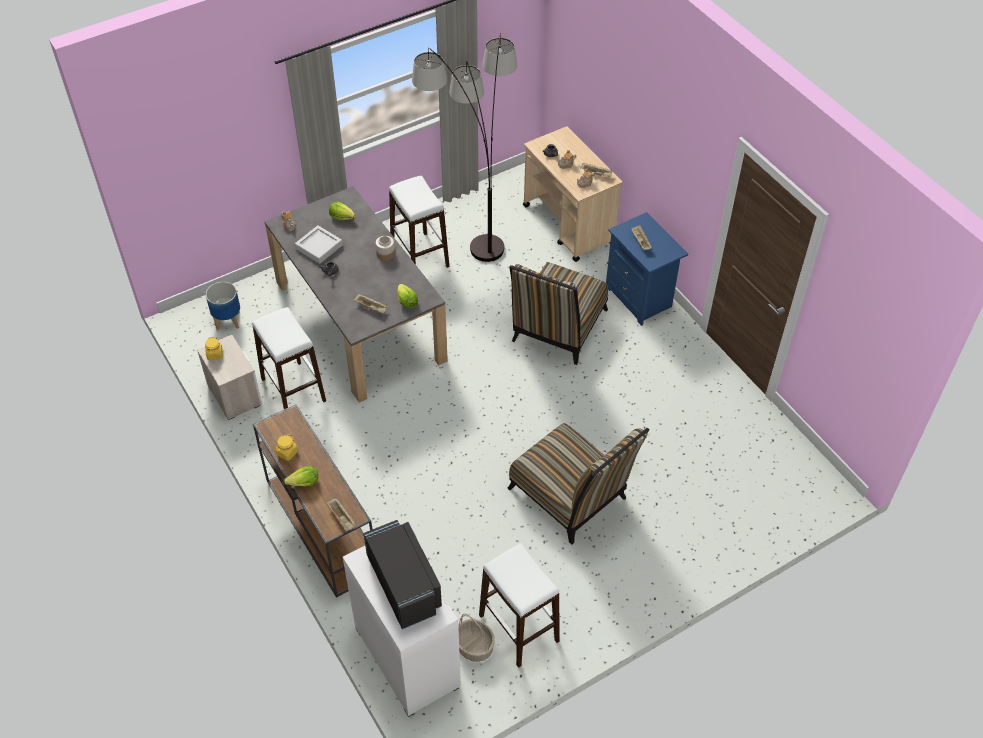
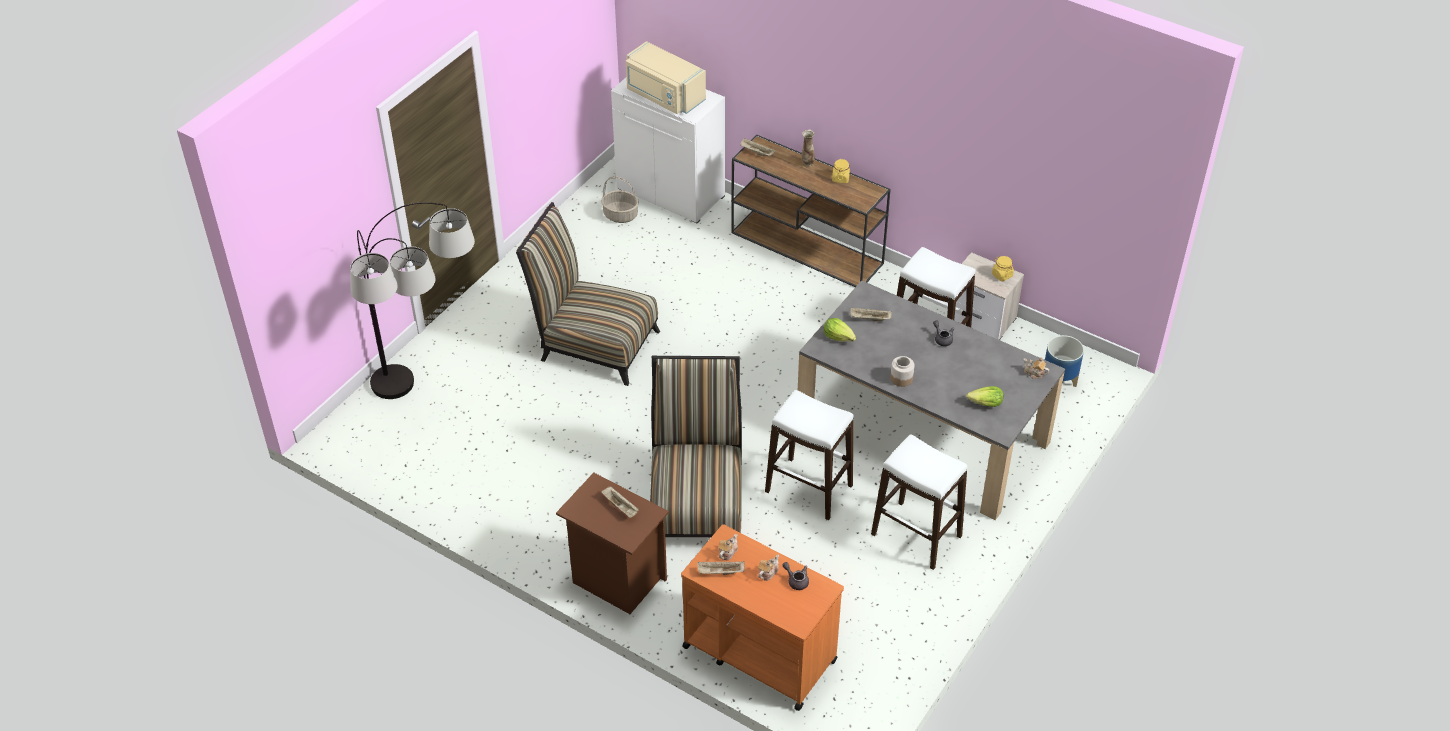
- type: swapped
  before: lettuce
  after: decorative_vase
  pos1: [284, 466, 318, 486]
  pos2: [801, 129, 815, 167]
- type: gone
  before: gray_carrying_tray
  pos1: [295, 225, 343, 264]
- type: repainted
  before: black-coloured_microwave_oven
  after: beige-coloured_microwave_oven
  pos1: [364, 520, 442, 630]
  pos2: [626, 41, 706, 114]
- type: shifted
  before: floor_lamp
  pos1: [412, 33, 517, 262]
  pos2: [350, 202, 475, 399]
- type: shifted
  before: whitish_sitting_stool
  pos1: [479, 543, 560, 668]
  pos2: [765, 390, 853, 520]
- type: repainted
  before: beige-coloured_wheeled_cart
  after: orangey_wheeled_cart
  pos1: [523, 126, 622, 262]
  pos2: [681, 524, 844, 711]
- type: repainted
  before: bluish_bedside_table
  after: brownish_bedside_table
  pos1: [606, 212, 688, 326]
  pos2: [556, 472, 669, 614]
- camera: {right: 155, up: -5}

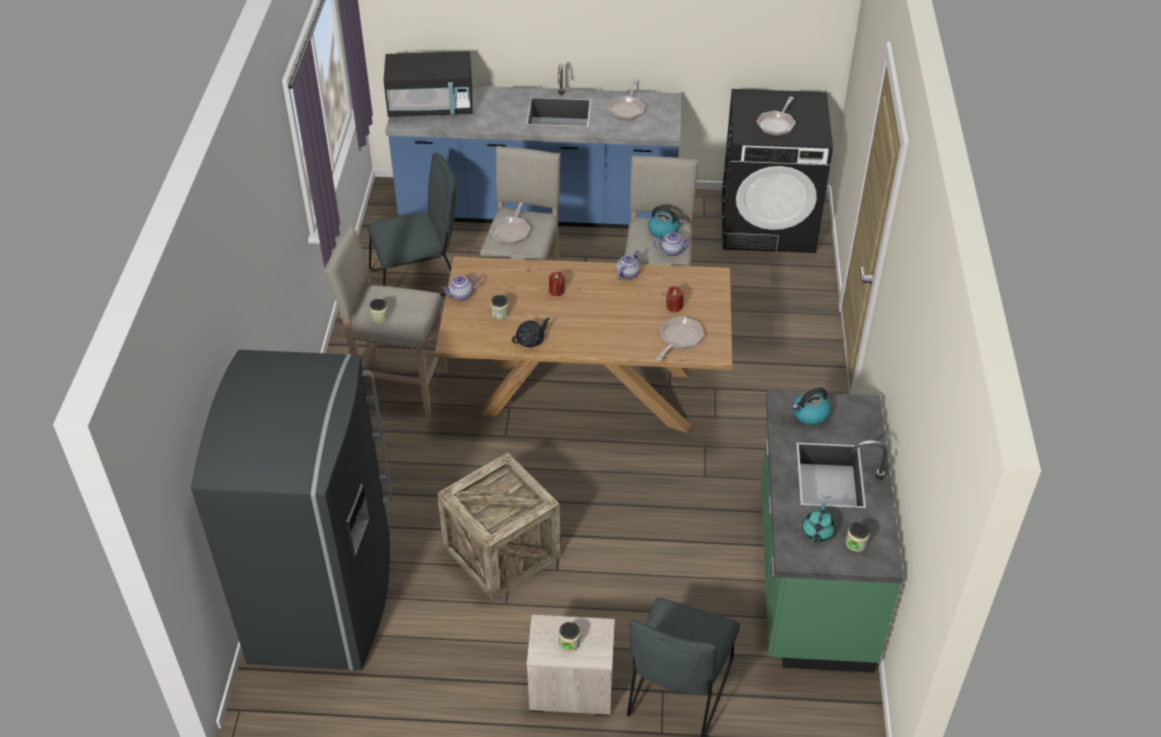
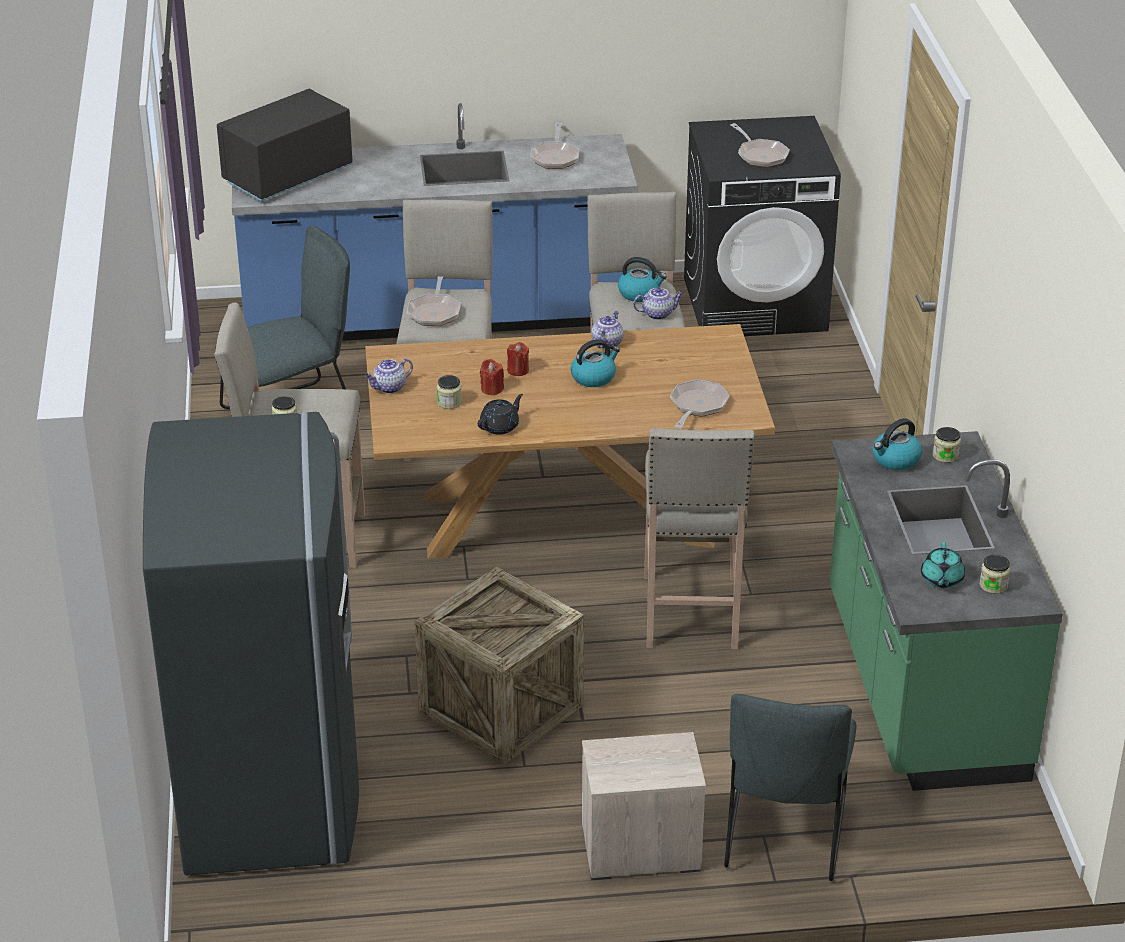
- type: rotated
  before: black-coloured_microwave_oven
  pos1: [383, 51, 473, 117]
  pos2: [217, 89, 353, 203]
  turn: 150
- type: shifted
  before: storage_jar
  pos1: [559, 622, 580, 651]
  pos2: [933, 427, 961, 463]
- type: shifted
  before: red_wax_candle
  pos1: [666, 286, 684, 313]
  pos2: [480, 359, 504, 395]
- type: rotated
  before: pan
  pos1: [757, 97, 796, 136]
  pos2: [731, 123, 790, 167]
  turn: -45
- type: new
  after: water_kettle
  pos2: [571, 339, 620, 387]
- type: new
  after: beige-coloured_sitting_stool
  pos2: [644, 428, 754, 649]
- camera: {right: -10, up: -10}

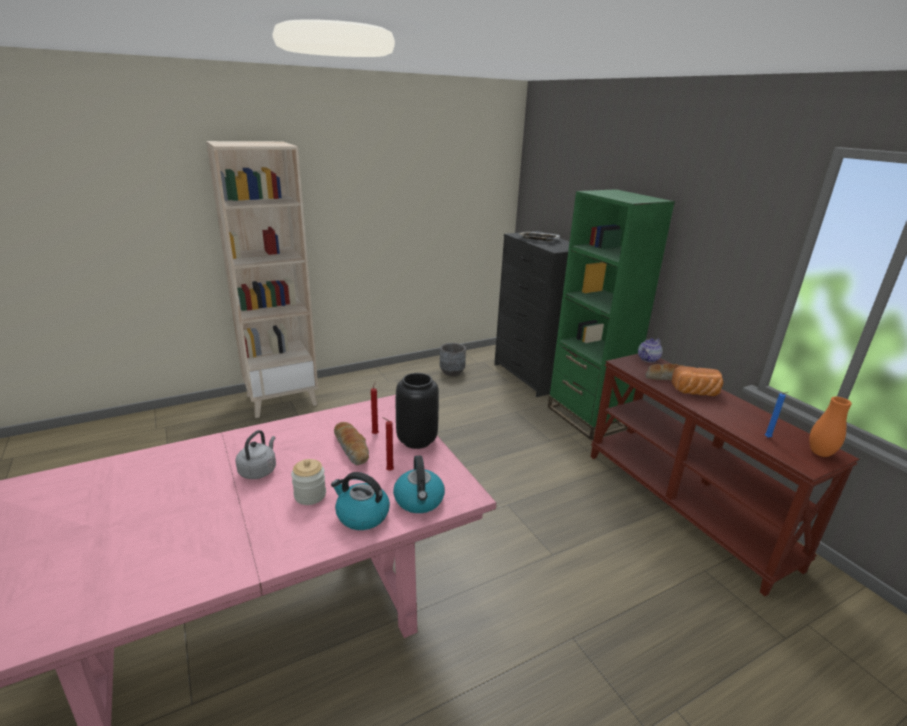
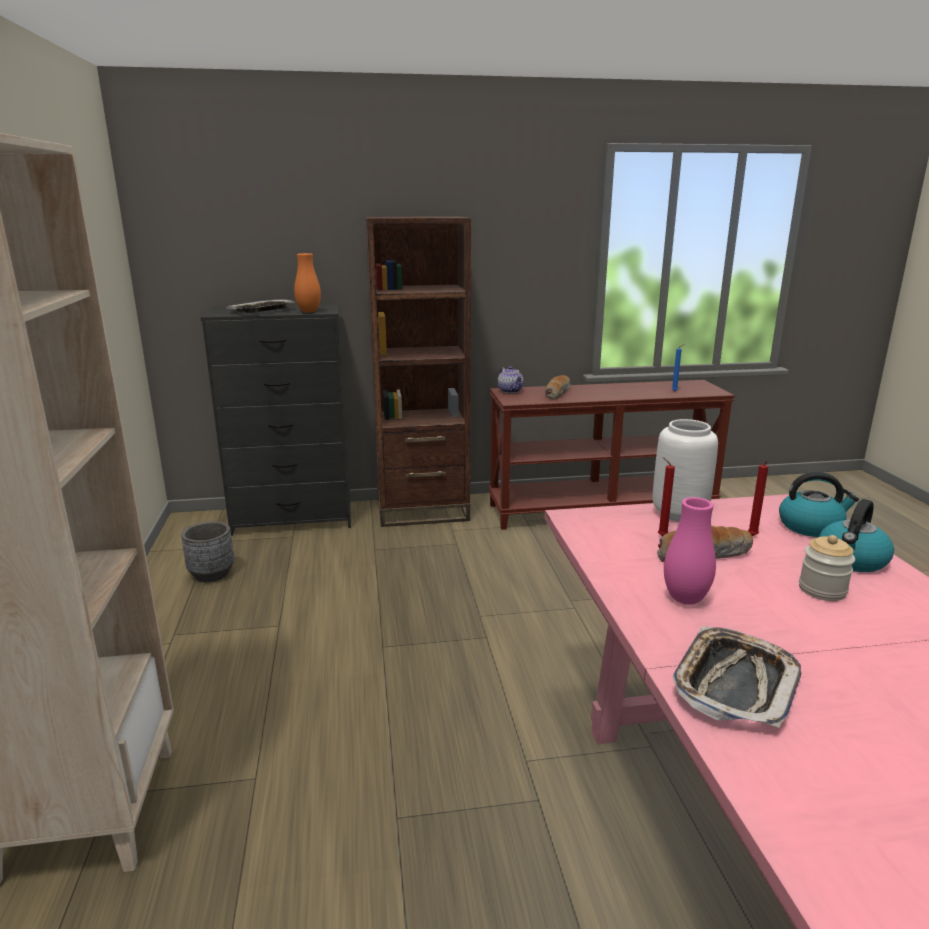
- type: gone
  before: gray_water_kettle
  pos1: [236, 430, 276, 479]
- type: repainted
  before: black-coloured_decorative_vase
  after: whitish_decorative_vase
  pos1: [396, 373, 439, 449]
  pos2: [652, 419, 718, 522]
- type: repainted
  before: greenish_bookshelf
  after: brownish_bookshelf
  pos1: [548, 189, 675, 440]
  pos2: [365, 216, 471, 527]
- type: gone
  before: bakery_bread
  pos1: [672, 366, 723, 396]
- type: shifted
  before: orangey_decorative_vase
  pos1: [809, 397, 852, 457]
  pos2: [294, 253, 321, 313]
- type: new
  after: pinkish_decorative_vase
  pos2: [664, 497, 716, 605]
- type: new
  after: carrying_tray
  pos2: [673, 626, 801, 728]
- camera: {right: -70, up: -5}

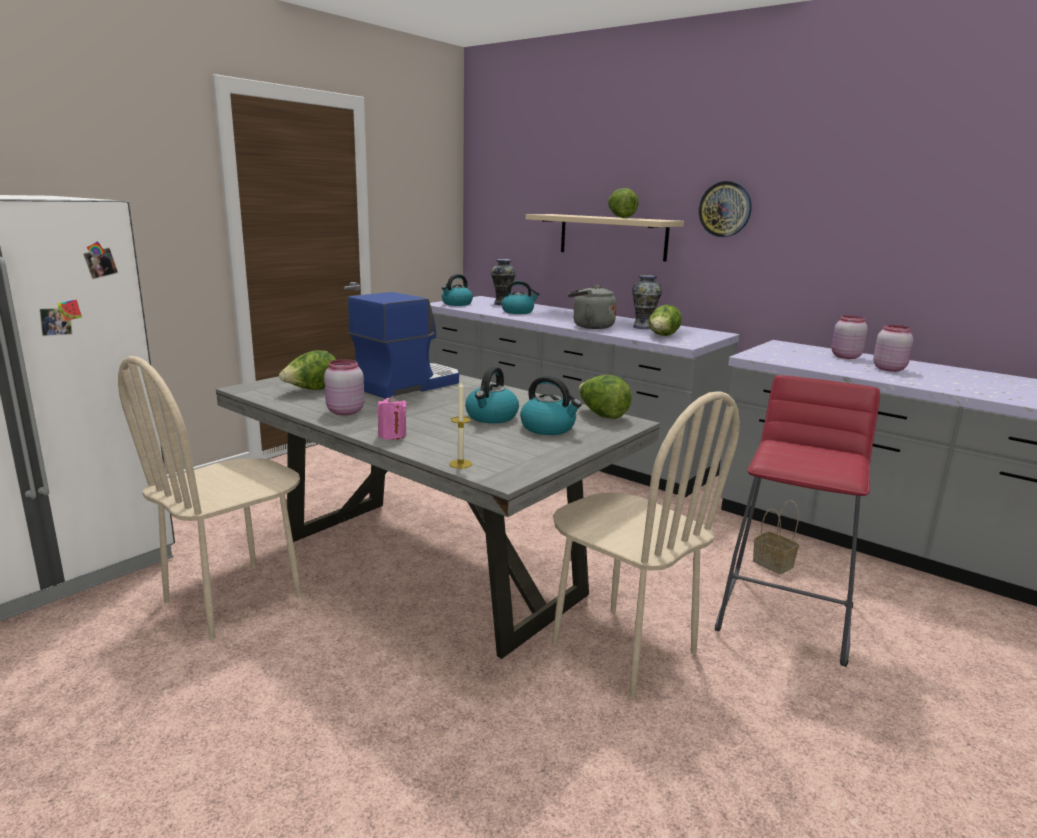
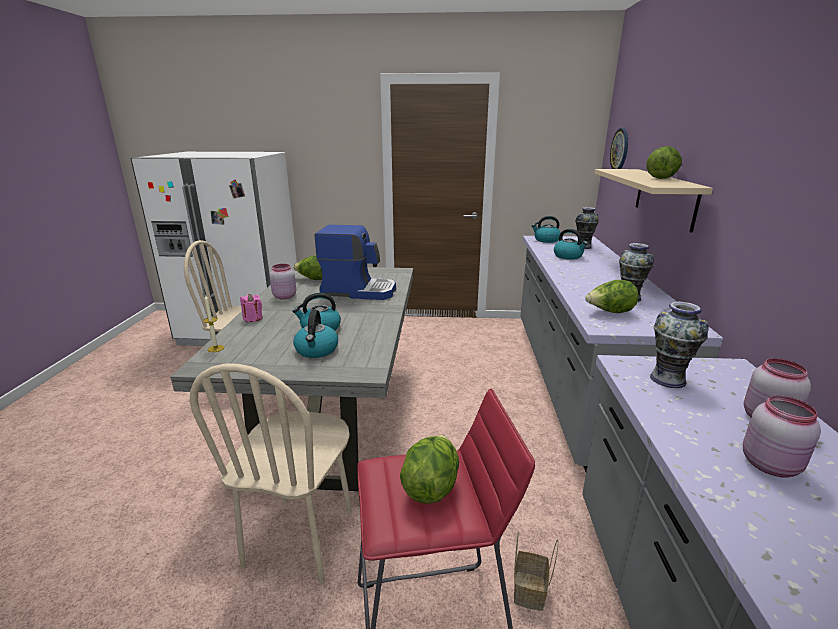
- type: gone
  before: gray_water_kettle
  pos1: [568, 285, 617, 329]
- type: shifted
  before: lettuce
  pos1: [578, 375, 632, 419]
  pos2: [400, 435, 459, 504]
- type: shifted
  before: wall_clock
  pos1: [699, 181, 752, 237]
  pos2: [610, 128, 628, 169]
- type: new
  after: decorative_vase
  pos2: [650, 302, 709, 388]
- camera: {right: 55, up: 5}

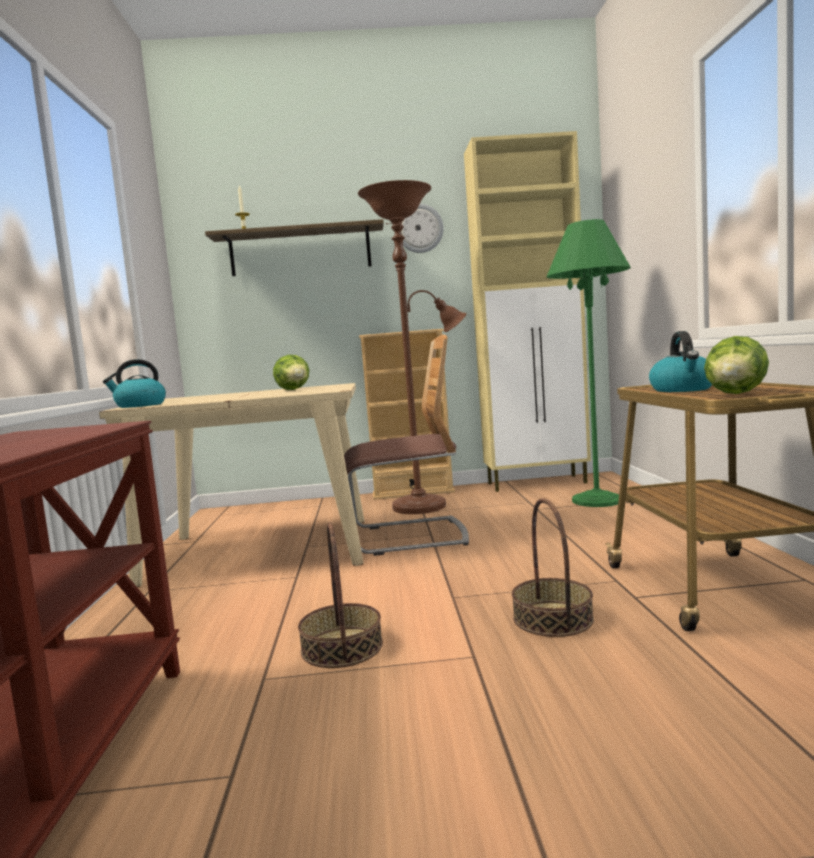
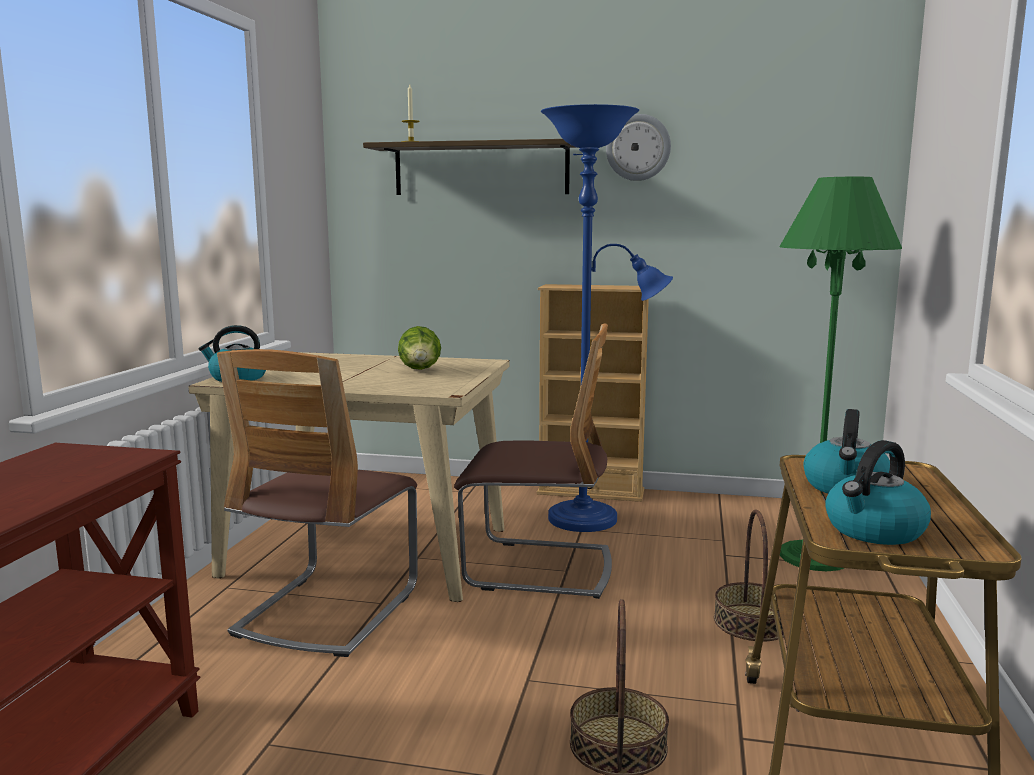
- type: shifted
  before: storage_basket
  pos1: [298, 522, 383, 668]
  pos2: [714, 509, 784, 641]
- type: repainted
  before: brownish_floor_lamp
  after: bluish_floor_lamp
  pos1: [358, 180, 466, 514]
  pos2: [541, 104, 673, 532]
- type: gone
  before: beige-coloured_storage_cabinet
  pos1: [464, 131, 591, 492]
- type: swapped
  before: lettuce
  after: water_kettle
  pos1: [704, 336, 769, 394]
  pos2: [825, 440, 931, 545]
- type: new
  after: plain_chair
  pos2: [217, 349, 418, 657]
- camera: {right: 15, up: 5}

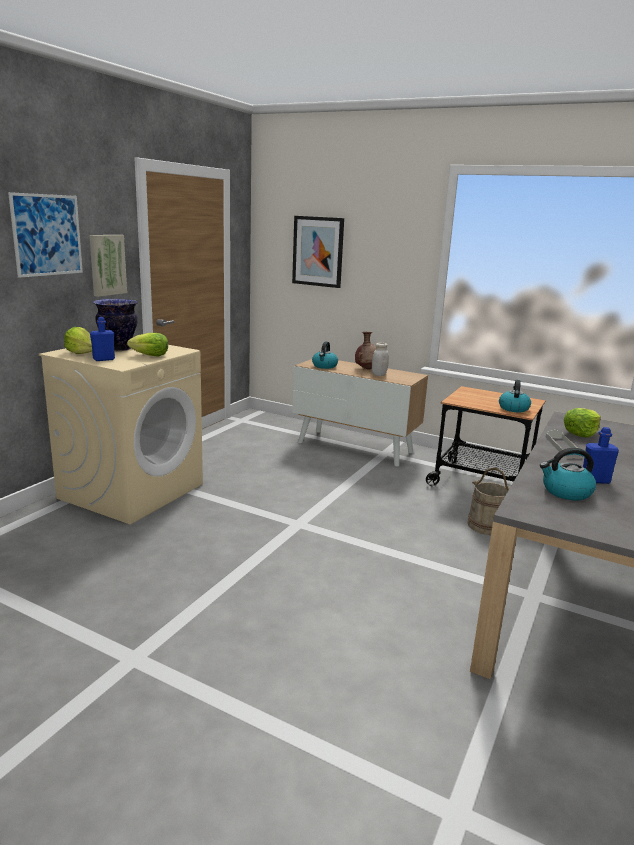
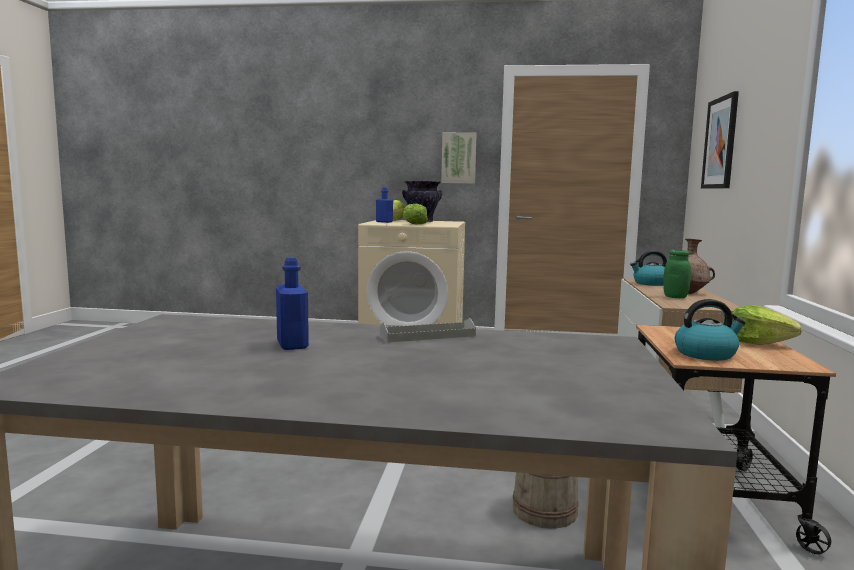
- type: gone
  before: wall_art
  pos1: [8, 192, 83, 278]
- type: repainted
  before: whitish_storage_jar
  after: greenish_storage_jar
  pos1: [372, 343, 389, 376]
  pos2: [663, 250, 691, 298]
- type: gone
  before: water_kettle
  pos1: [540, 448, 596, 500]
- type: shifted
  before: lettuce
  pos1: [564, 408, 601, 437]
  pos2: [732, 305, 802, 345]
- camera: {right: 70, up: -10}

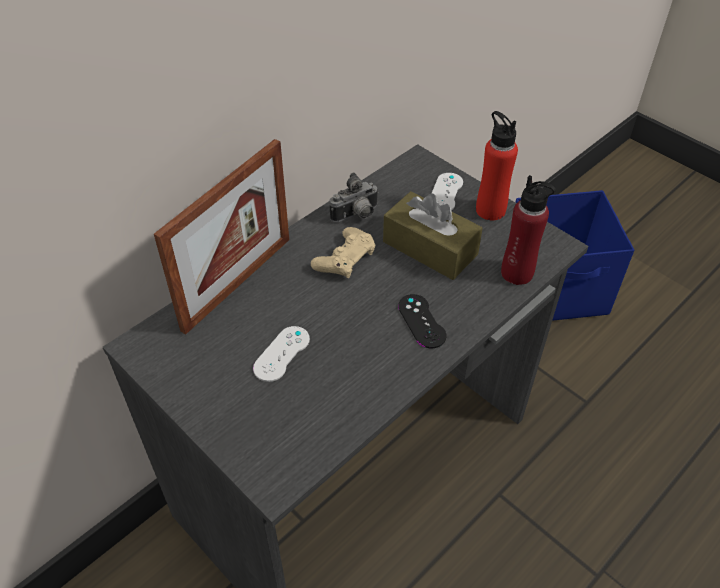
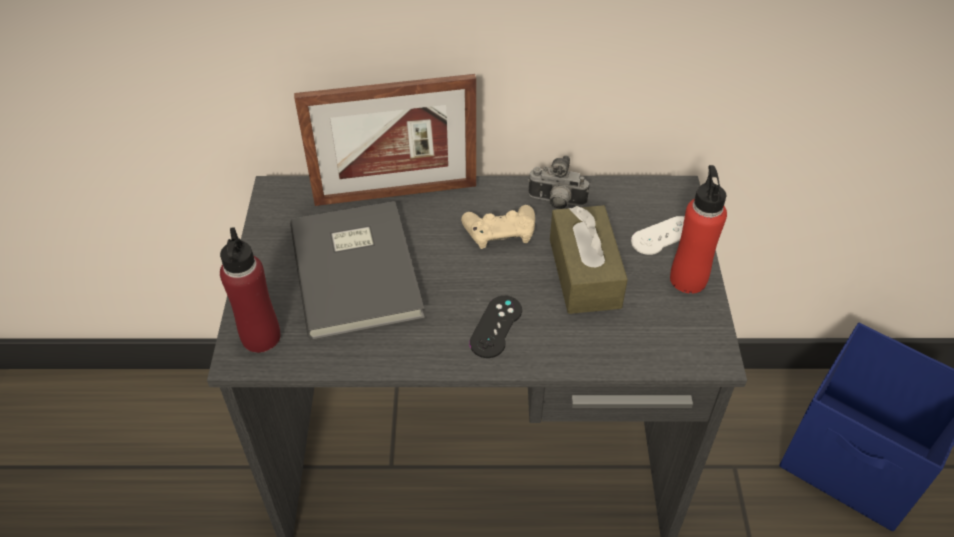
- type: swapped
  before: whitish_game_controller
  after: gray_book
  pos1: [253, 326, 310, 382]
  pos2: [290, 201, 425, 341]
- type: shifted
  before: red_beverage_bottle
  pos1: [501, 175, 555, 285]
  pos2: [220, 227, 281, 353]
- camera: {right: 45, up: 0}

